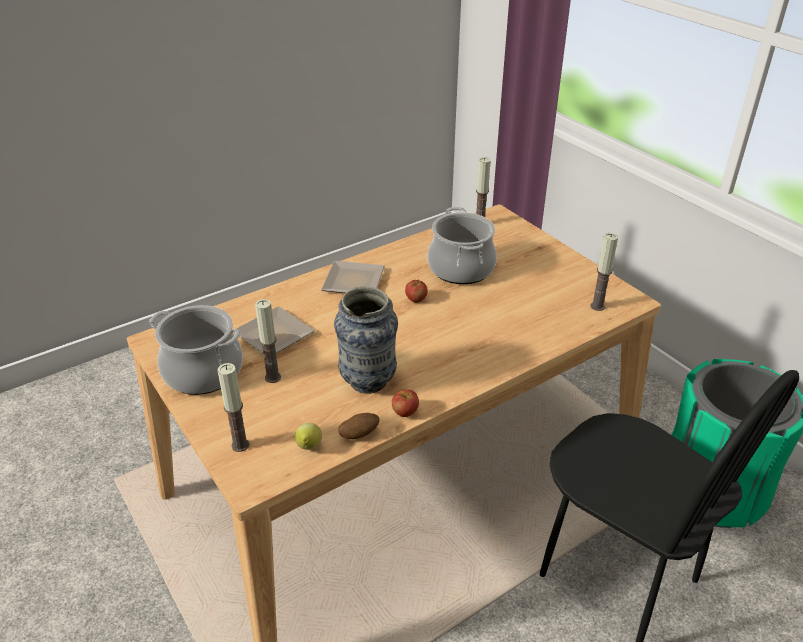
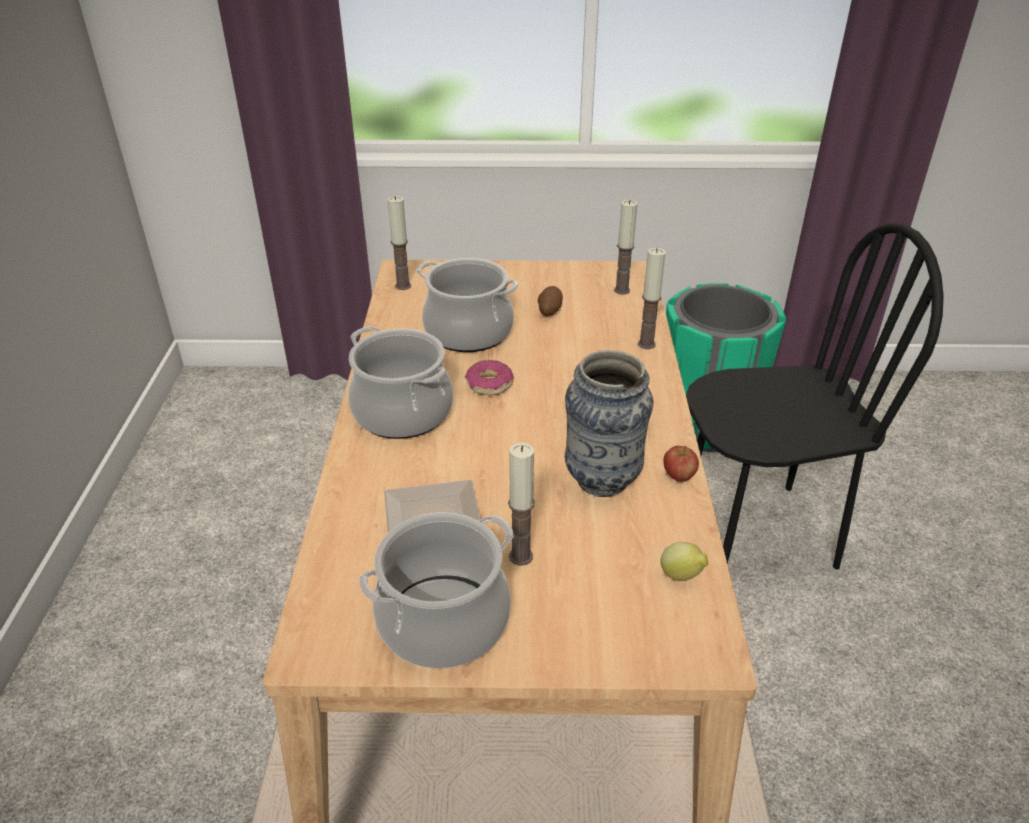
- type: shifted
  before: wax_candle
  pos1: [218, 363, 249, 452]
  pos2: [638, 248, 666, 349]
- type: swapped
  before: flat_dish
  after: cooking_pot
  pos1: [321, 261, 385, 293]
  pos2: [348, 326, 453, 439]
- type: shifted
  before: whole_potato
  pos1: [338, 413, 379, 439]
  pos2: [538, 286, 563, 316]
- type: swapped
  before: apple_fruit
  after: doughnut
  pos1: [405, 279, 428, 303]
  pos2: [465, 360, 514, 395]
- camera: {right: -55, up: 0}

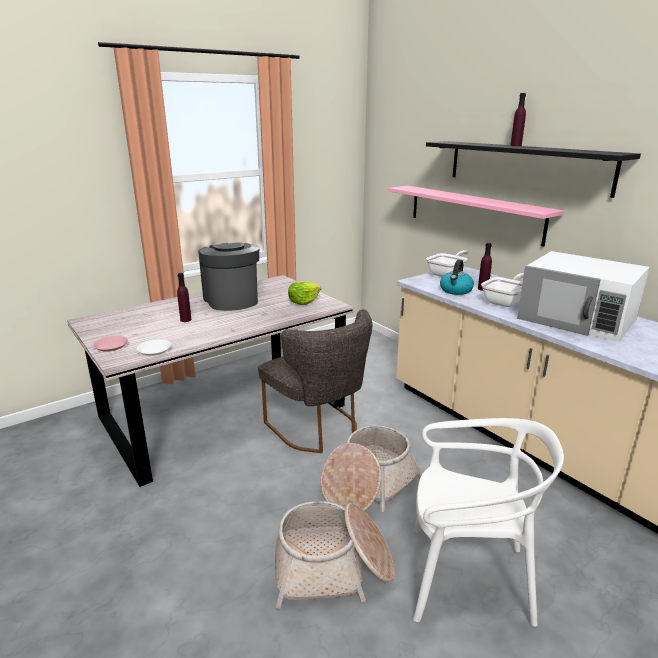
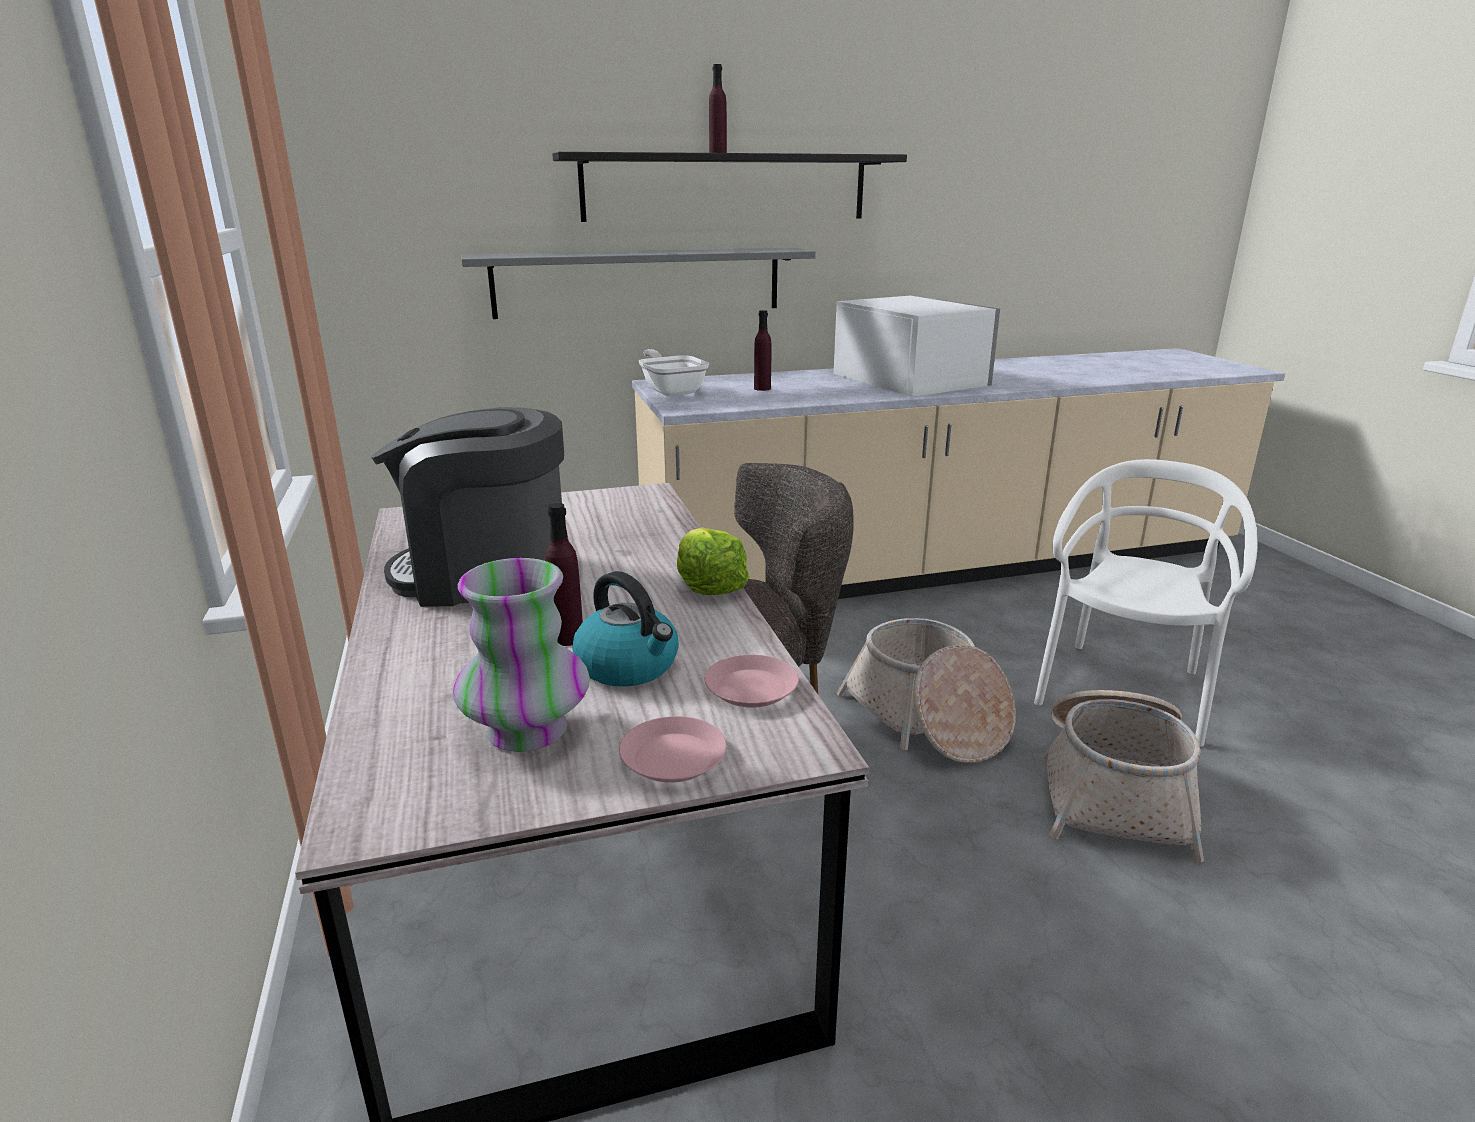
- type: repainted
  before: whitish_flat_dish
  after: pinkish_flat_dish
  pos1: [137, 339, 171, 356]
  pos2: [705, 655, 799, 708]
- type: shifted
  before: lettuce
  pos1: [288, 281, 321, 305]
  pos2: [677, 528, 749, 595]
- type: repainted
  before: pinkish_shelf
  after: gray_shelf
  pos1: [388, 186, 564, 247]
  pos2: [461, 248, 816, 319]
- type: shifted
  before: water_kettle
  pos1: [440, 260, 474, 295]
  pos2: [573, 571, 679, 687]
- type: gone
  before: pan
  pos1: [481, 273, 524, 307]
- type: rotated
  before: whitish_microwave_oven
  pos1: [517, 251, 650, 342]
  pos2: [834, 296, 1000, 397]
  turn: -90
- type: new
  after: decorative_vase
  pos2: [453, 558, 590, 752]
- camera: {right: -70, up: 0}

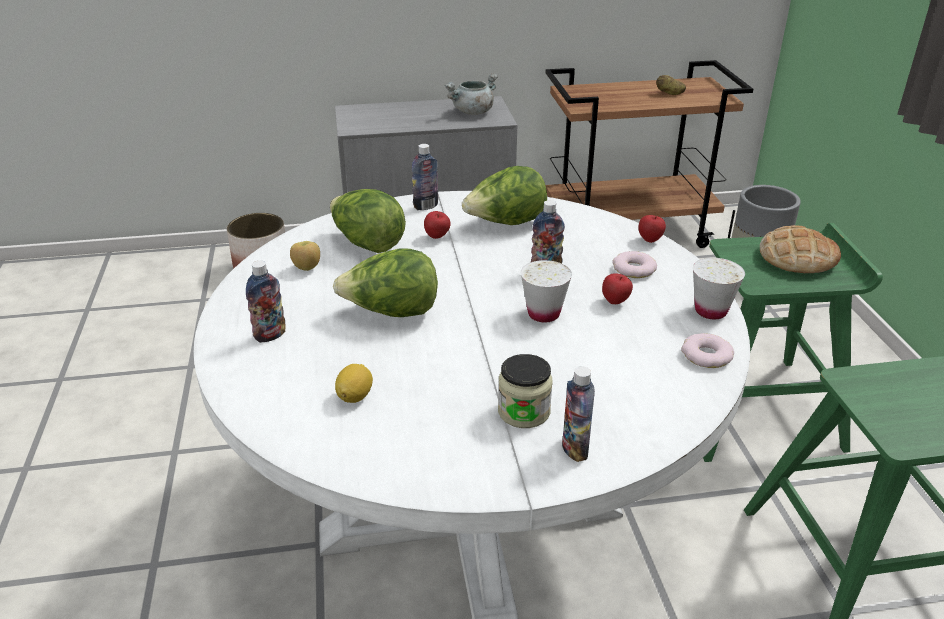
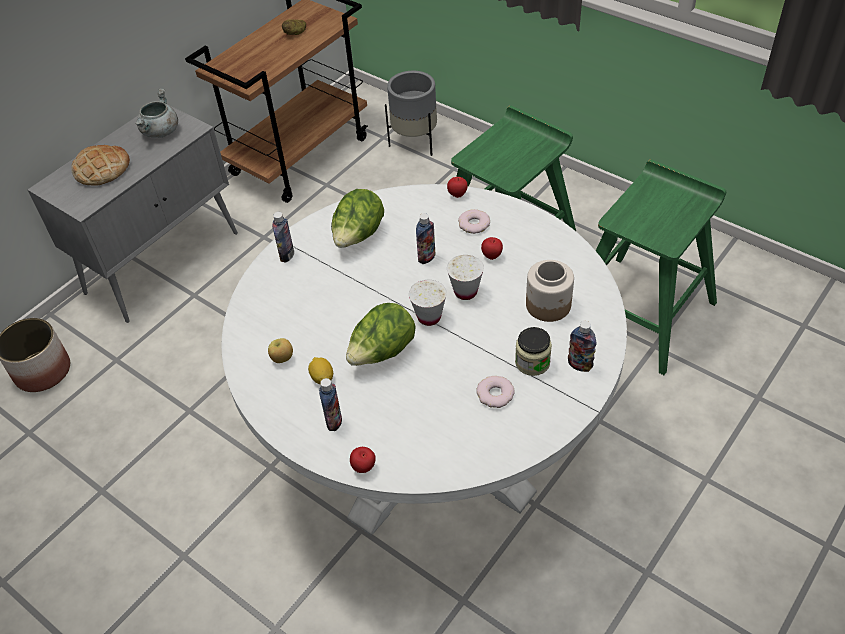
- type: gone
  before: lettuce
  pos1: [330, 189, 406, 253]
- type: shifted
  before: lemon
  pos1: [335, 364, 373, 403]
  pos2: [308, 357, 333, 384]
- type: shifted
  before: apple_fruit
  pos1: [424, 211, 450, 239]
  pos2: [350, 447, 376, 473]
- type: shifted
  before: doughnut
  pos1: [681, 333, 734, 368]
  pos2: [476, 376, 515, 408]
- type: shifted
  before: whitish_drinking_cup
  pos1: [693, 258, 745, 319]
  pos2: [409, 280, 447, 326]
- type: shifted
  before: bakery_bread
  pos1: [760, 225, 841, 273]
  pos2: [71, 145, 130, 186]
- type: new
  after: storage_jar
  pos2: [526, 260, 574, 322]
- camera: {right: -40, up: 15}

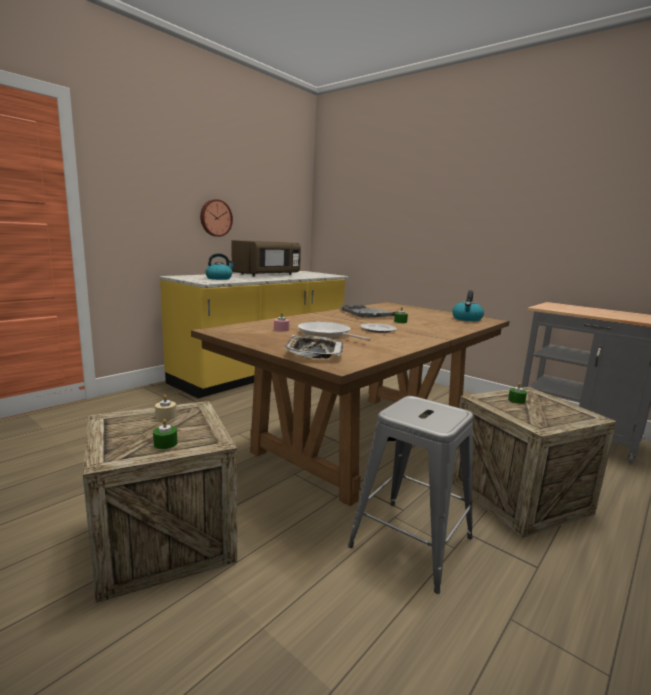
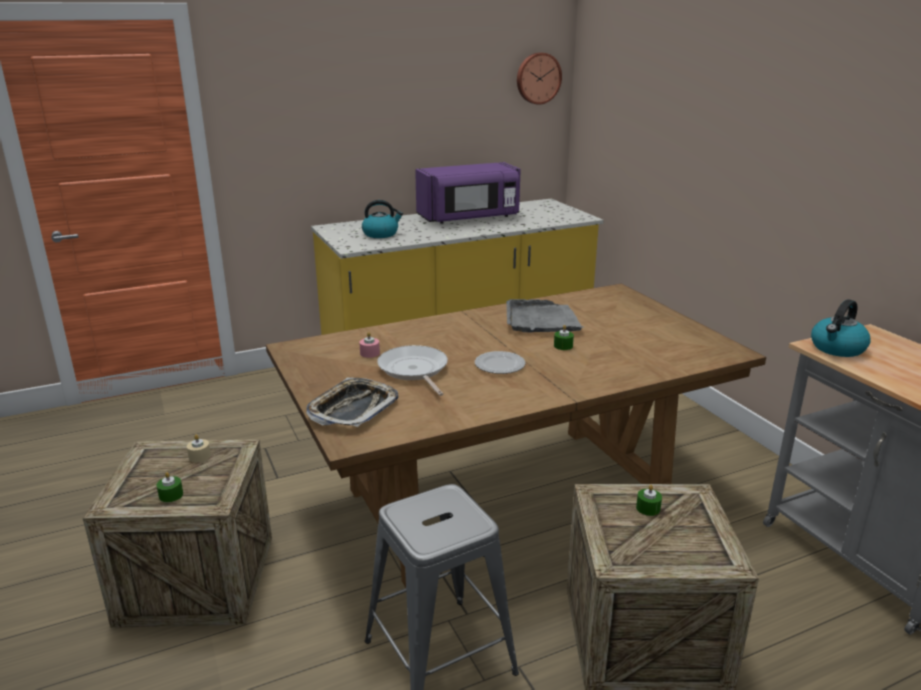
- type: shifted
  before: wall_clock
  pos1: [200, 199, 233, 237]
  pos2: [517, 52, 562, 105]
- type: repainted
  before: brownish_microwave_oven
  after: purplish_microwave_oven
  pos1: [232, 240, 301, 276]
  pos2: [415, 162, 521, 224]
- type: shifted
  before: water_kettle
  pos1: [452, 290, 484, 321]
  pos2: [811, 300, 871, 357]
- camera: {right: 25, up: 10}

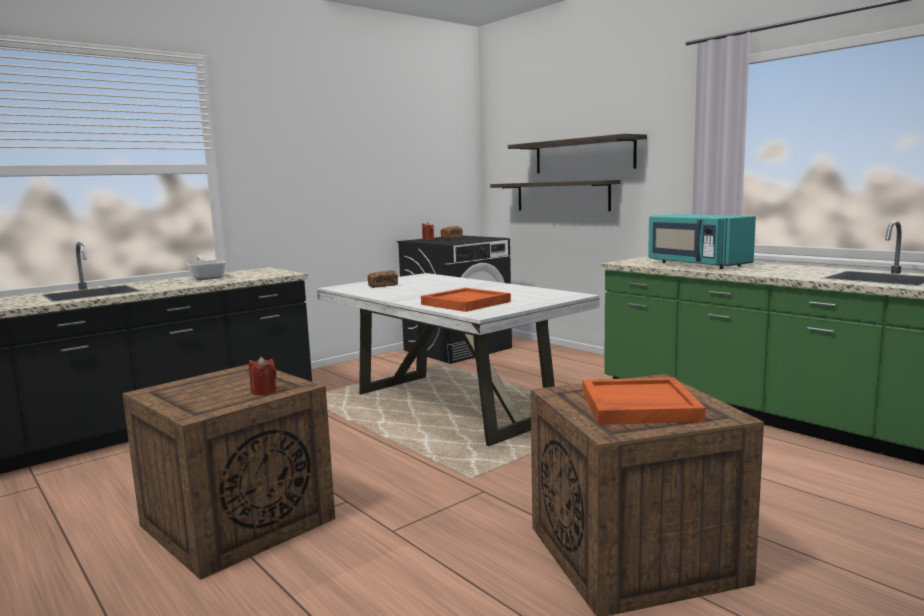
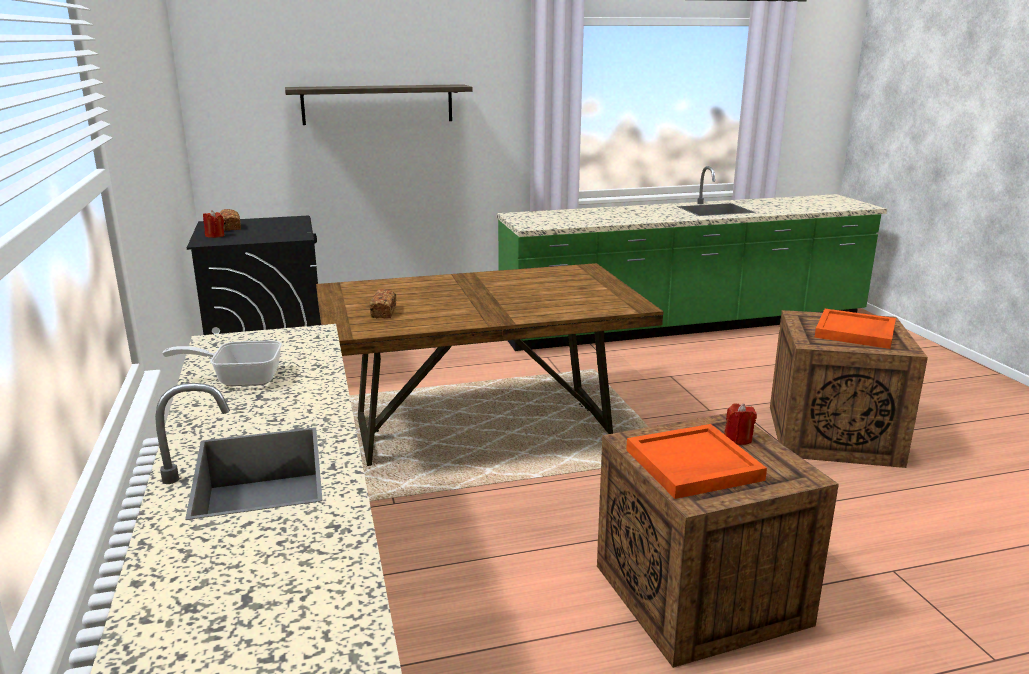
- type: repainted
  before: whitish_dinner_table
  after: brownish_dinner_table
  pos1: [317, 273, 600, 446]
  pos2: [316, 263, 663, 466]
- type: shifted
  before: orangey_carrying_tray
  pos1: [421, 288, 511, 312]
  pos2: [626, 424, 767, 499]
- type: gone
  before: shelf
  pos1: [490, 180, 621, 211]
- type: gone
  before: turquoise_microwave_oven
  pos1: [648, 214, 756, 269]
- camera: {right: -65, up: 10}

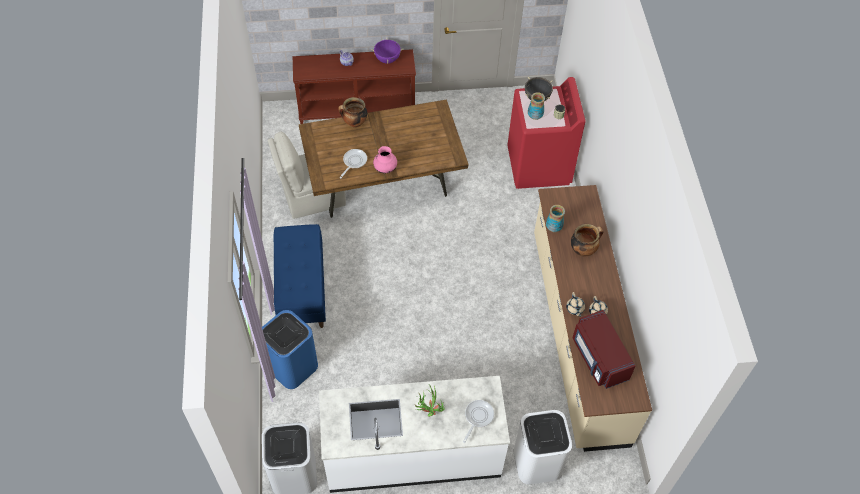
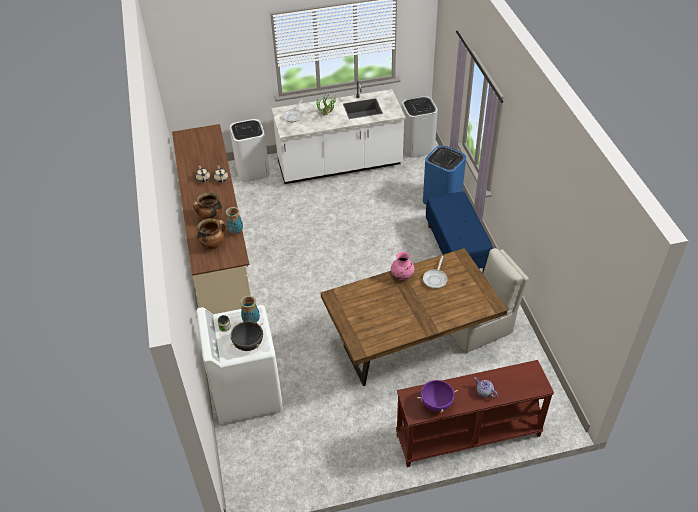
- type: shifted
  before: cooking_pot
  pos1: [338, 97, 367, 127]
  pos2: [197, 218, 225, 250]
- type: repainted
  before: red_laundry_appliance
  after: whitish_laundry_appliance
  pos1: [507, 77, 585, 189]
  pos2: [196, 305, 283, 425]
- type: gone
  before: red_microwave_oven
  pos1: [572, 310, 635, 389]
- camera: {right: 175, up: -10}

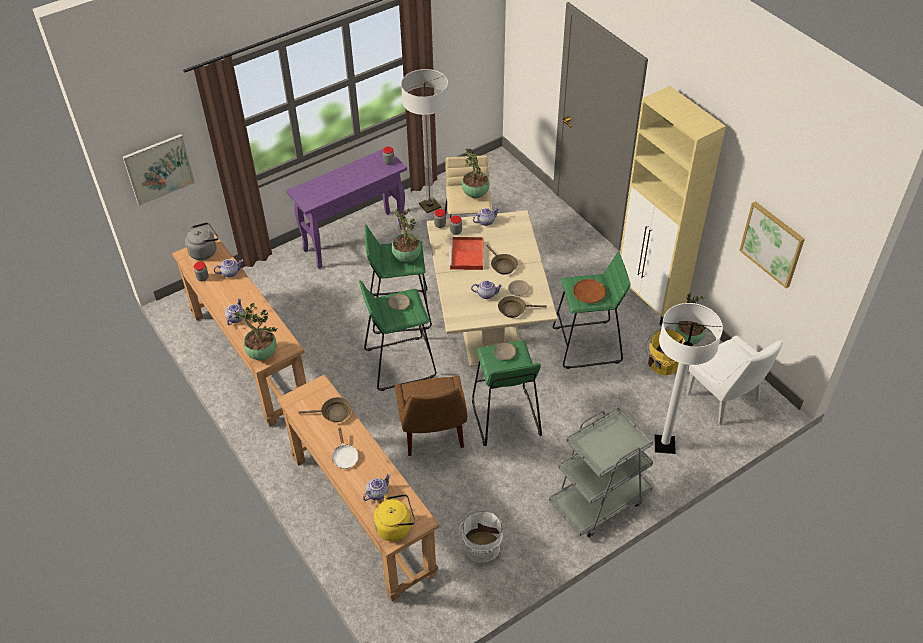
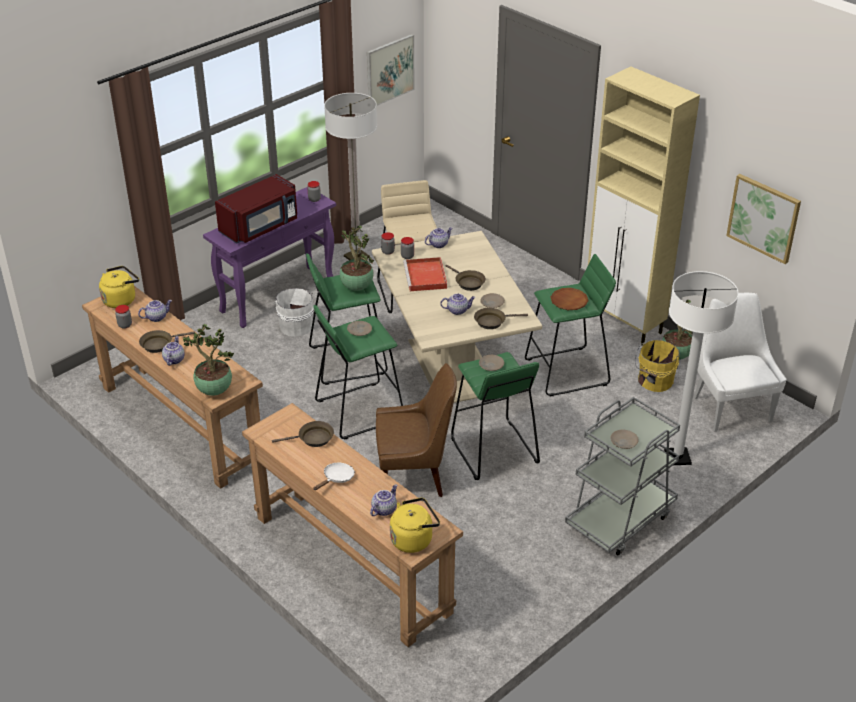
- type: shifted
  before: wall_art
  pos1: [123, 134, 195, 206]
  pos2: [367, 34, 415, 106]
- type: repainted
  before: gray_water_kettle
  after: yellow-coloured_water_kettle
  pos1: [185, 223, 219, 260]
  pos2: [99, 266, 139, 308]
- type: rotated
  before: whitish_pan
  pos1: [332, 427, 359, 469]
  pos2: [313, 463, 355, 490]
  turn: -120
- type: rotated
  before: brownish_plain_chair
  pos1: [395, 375, 467, 456]
  pos2: [376, 363, 457, 497]
  turn: -75
- type: shifted
  before: whitish_water_bucket
  pos1: [459, 511, 503, 563]
  pos2: [273, 288, 314, 337]
- type: gone
  before: potted_plant
  pos1: [462, 148, 490, 198]
- type: rotated
  before: whitish_plain_chair
  pos1: [686, 335, 783, 425]
  pos2: [693, 293, 787, 432]
  turn: -150
- type: new
  after: brownish_pan
  pos2: [139, 330, 195, 353]
- type: new
  after: red_microwave_oven
  pos2: [215, 174, 297, 243]
- type: new
  after: beige-coloured_flat_dish
  pos2: [610, 430, 639, 449]
- camera: {right: -10, up: -10}

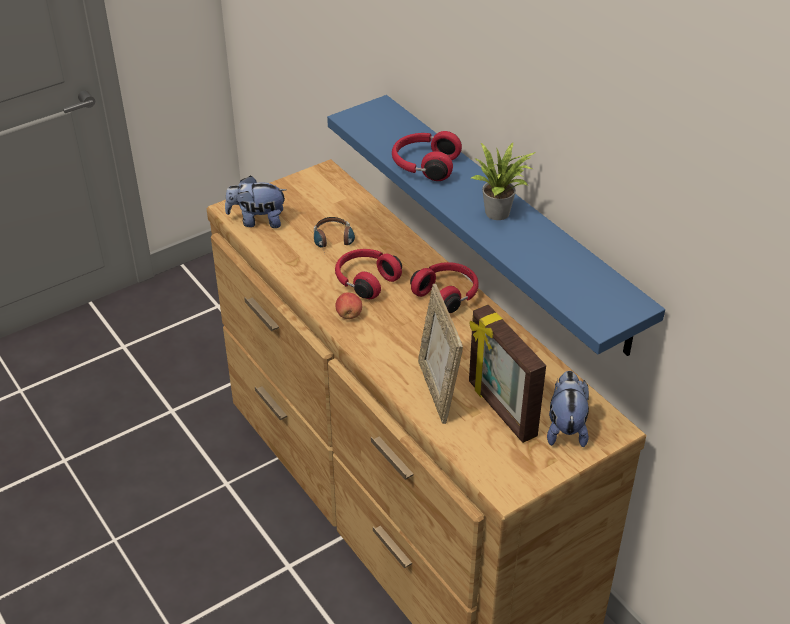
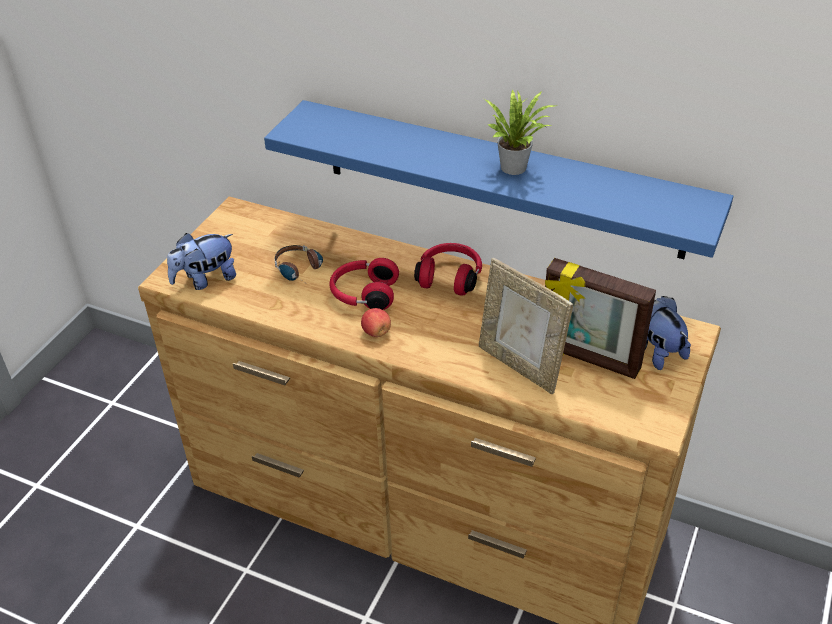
- type: gone
  before: red_pair_of_headphones
  pos1: [392, 131, 462, 181]
- camera: {right: -30, up: 0}

